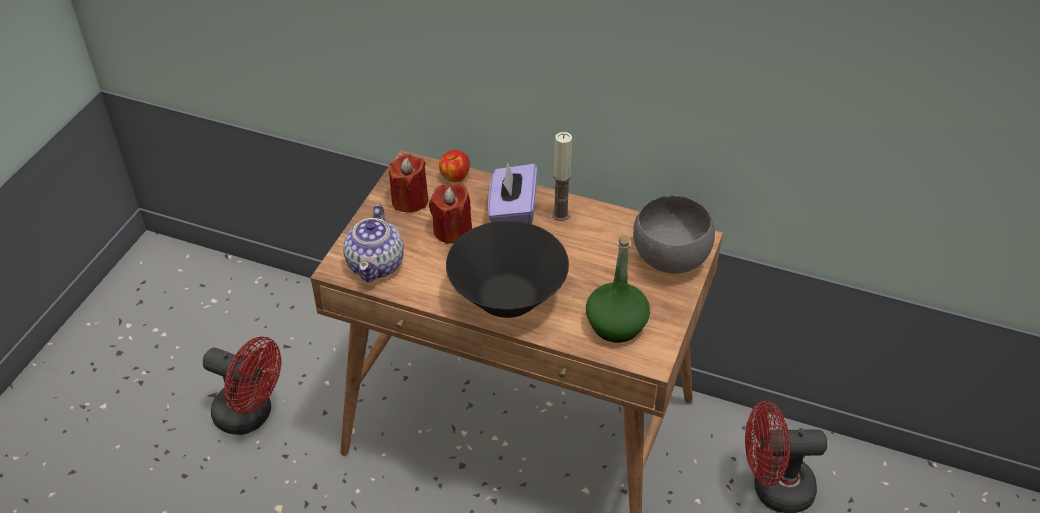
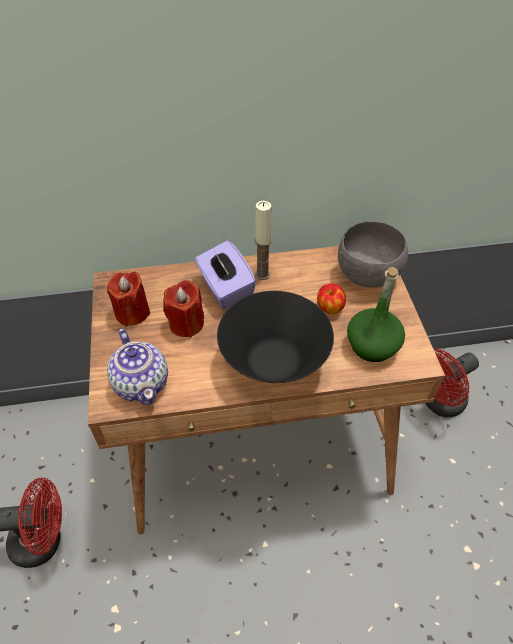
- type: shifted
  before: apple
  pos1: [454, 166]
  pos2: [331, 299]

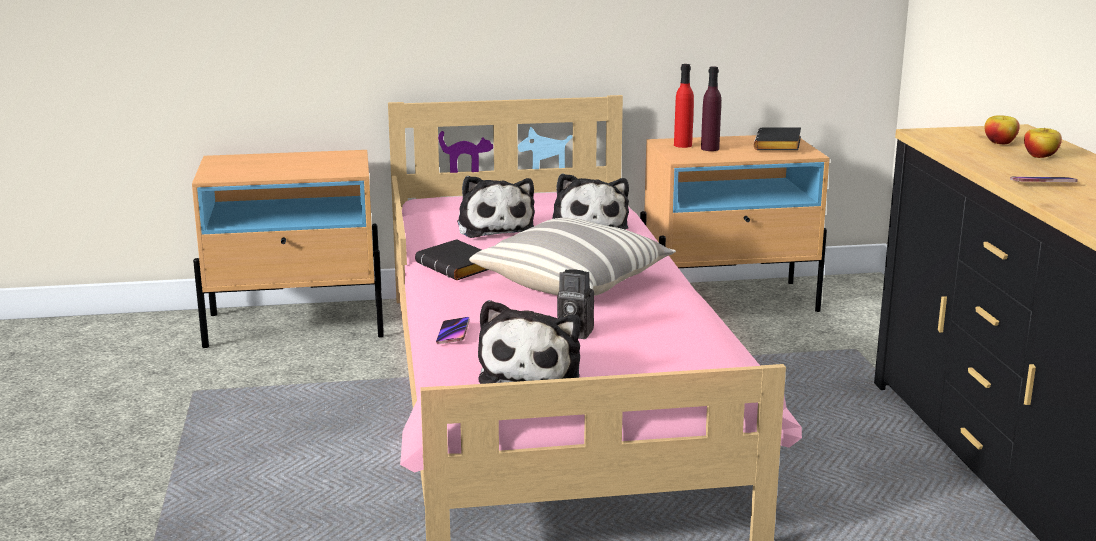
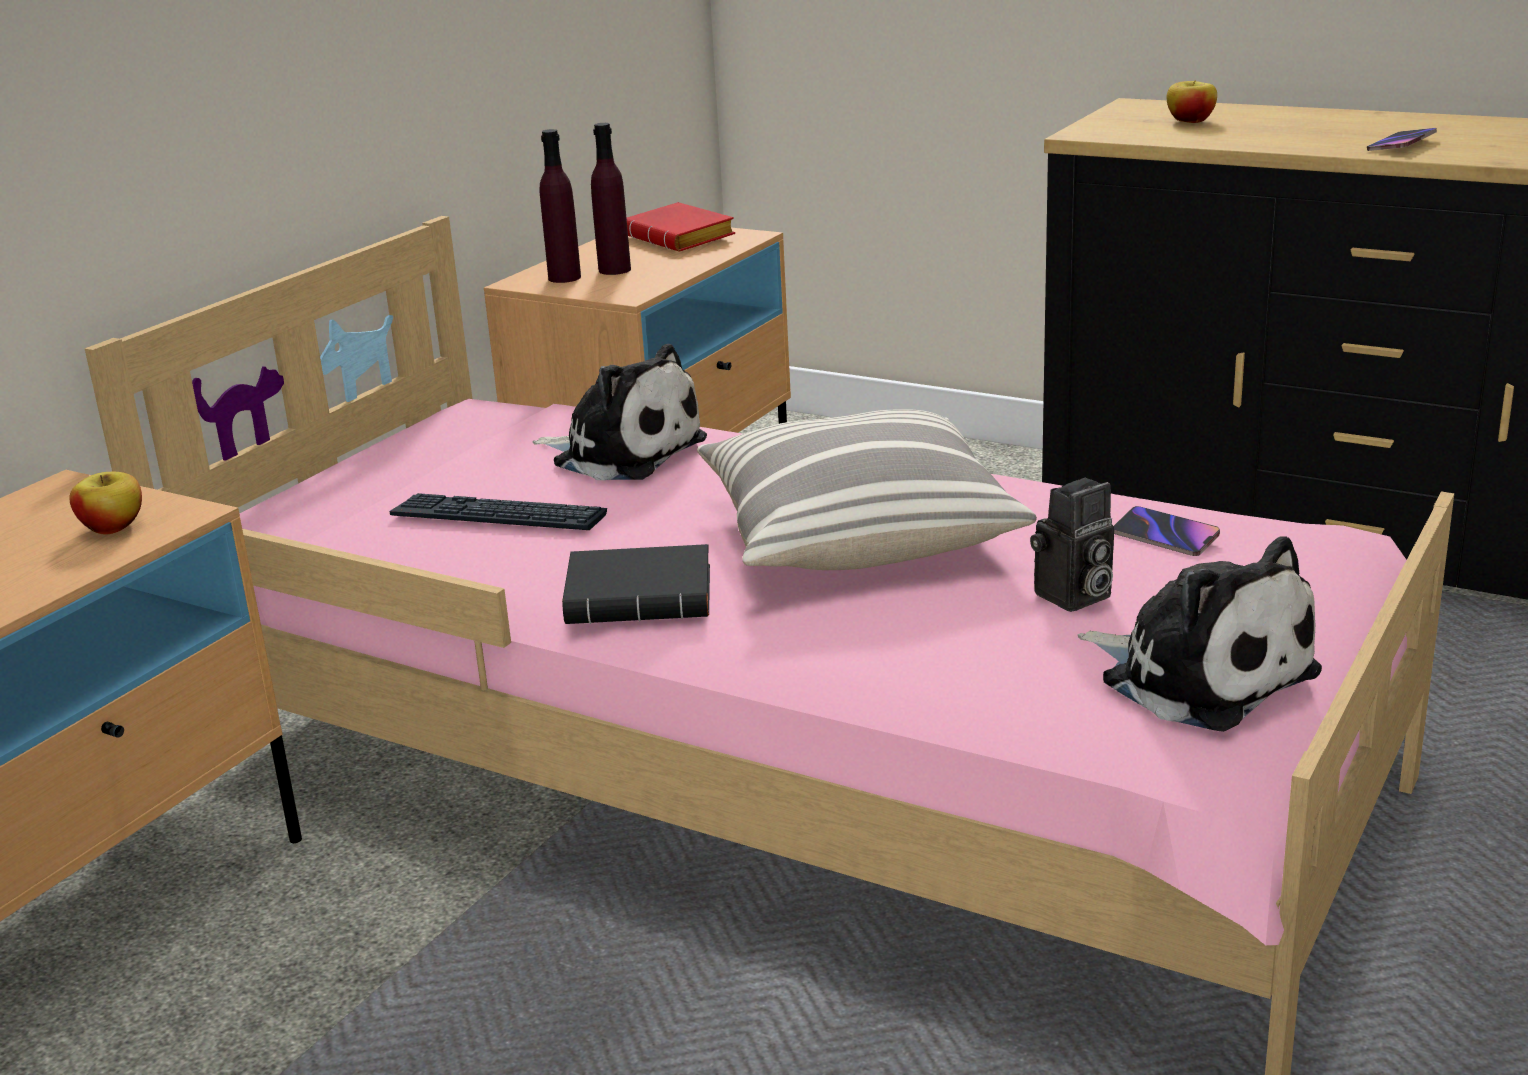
- type: repainted
  before: red bottle
  after: purple bottle
  pos1: [684, 106]
  pos2: [560, 206]
- type: repainted
  before: black book
  after: red book
  pos1: [777, 138]
  pos2: [681, 226]
- type: shifted
  before: apple
  pos1: [1043, 143]
  pos2: [105, 503]
- type: swapped
  before: plush toy
  after: keyboard
  pos1: [496, 207]
  pos2: [498, 511]
- type: shifted
  before: phone
  pos1: [453, 330]
  pos2: [1167, 531]

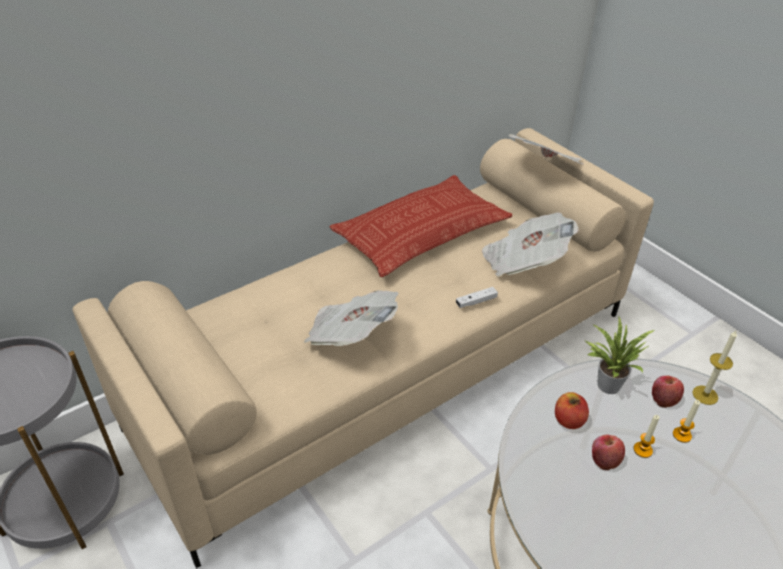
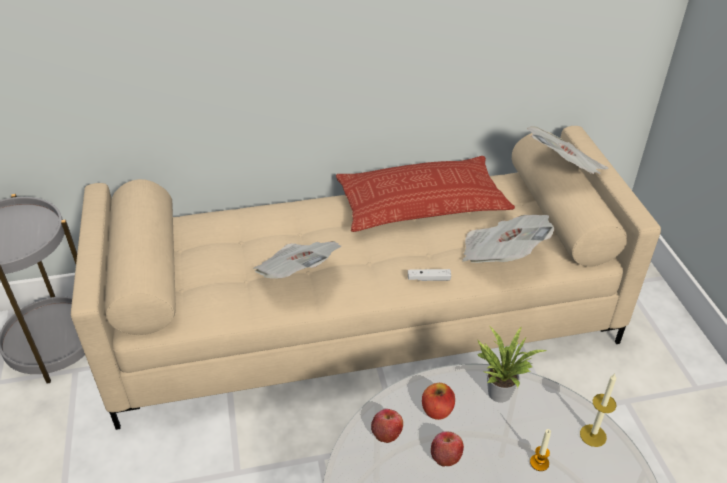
- type: shifted
  before: apple
  pos1: [668, 392]
  pos2: [387, 426]
- type: gone
  before: candle
  pos1: [647, 436]

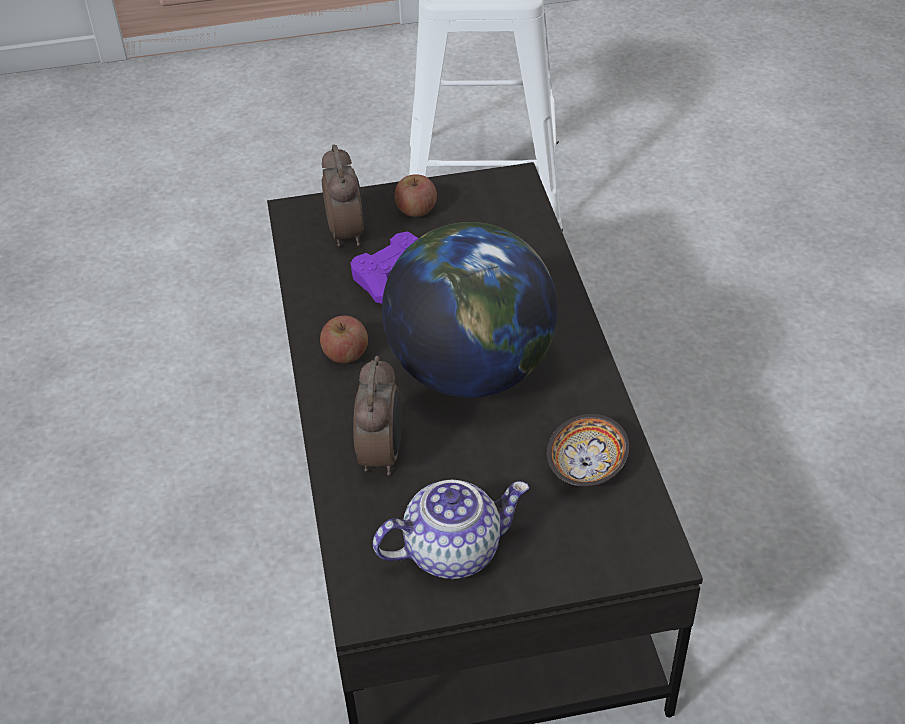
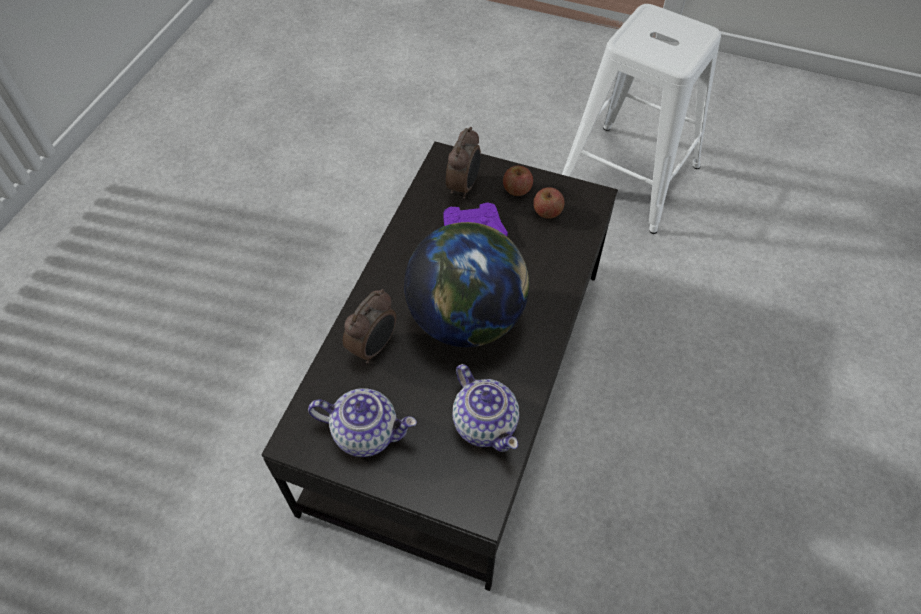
- type: shifted
  before: apple
  pos1: [344, 339]
  pos2: [549, 203]
- type: swapped
  before: bowl
  after: teapot
  pos1: [588, 450]
  pos2: [486, 408]

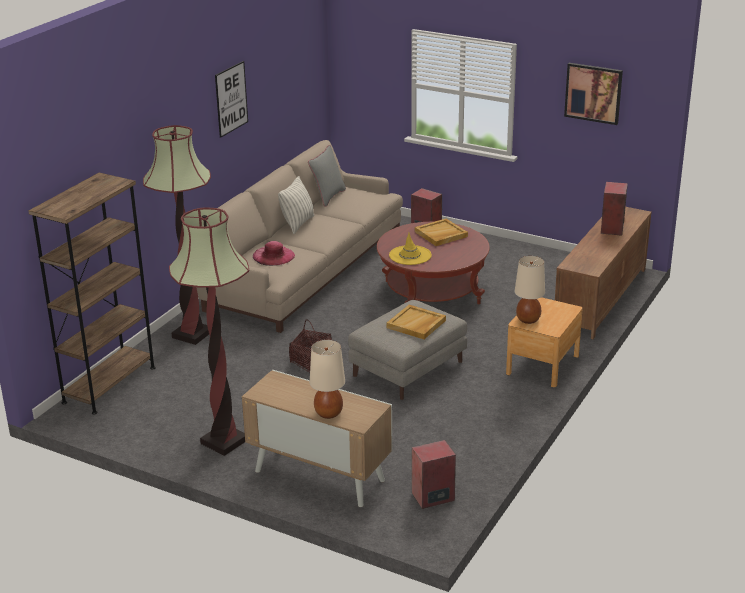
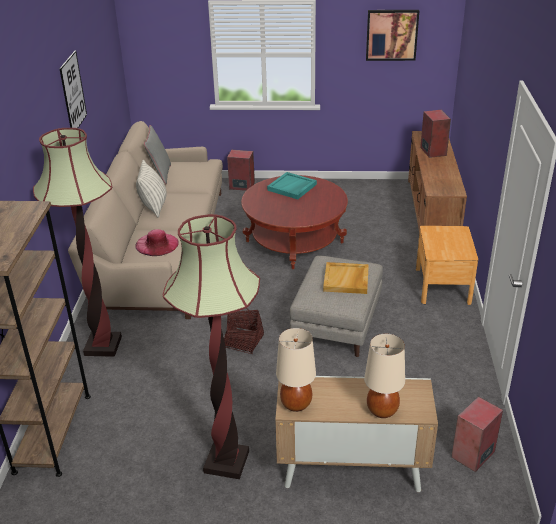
- type: repainted
  before: beige tray
  after: turquoise tray
  pos1: [441, 232]
  pos2: [292, 185]
- type: gone
  before: yellow hat
  pos1: [410, 249]
- type: shifted
  before: beige table lamp
  pos1: [530, 290]
  pos2: [296, 370]

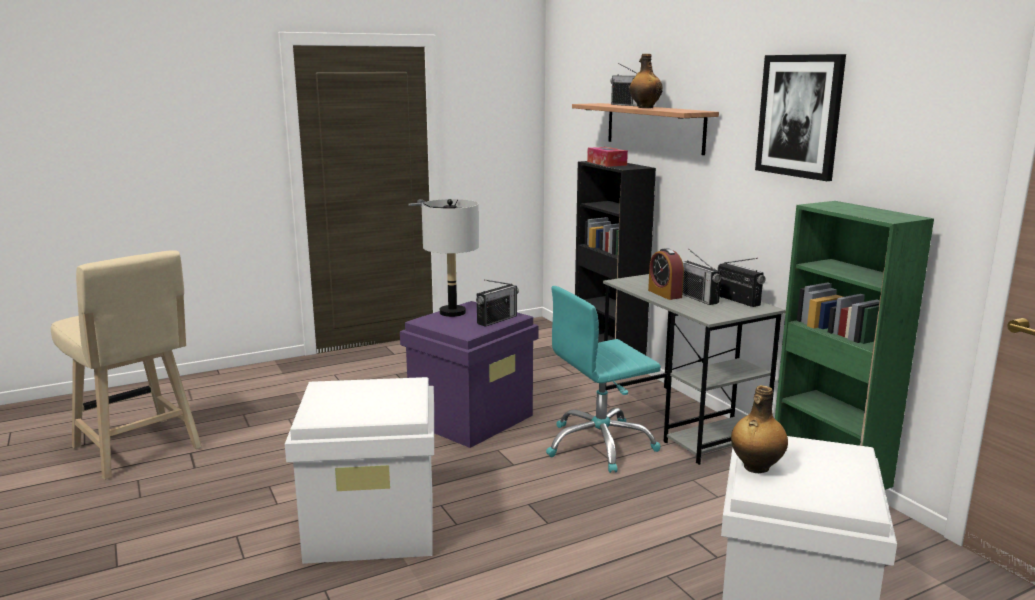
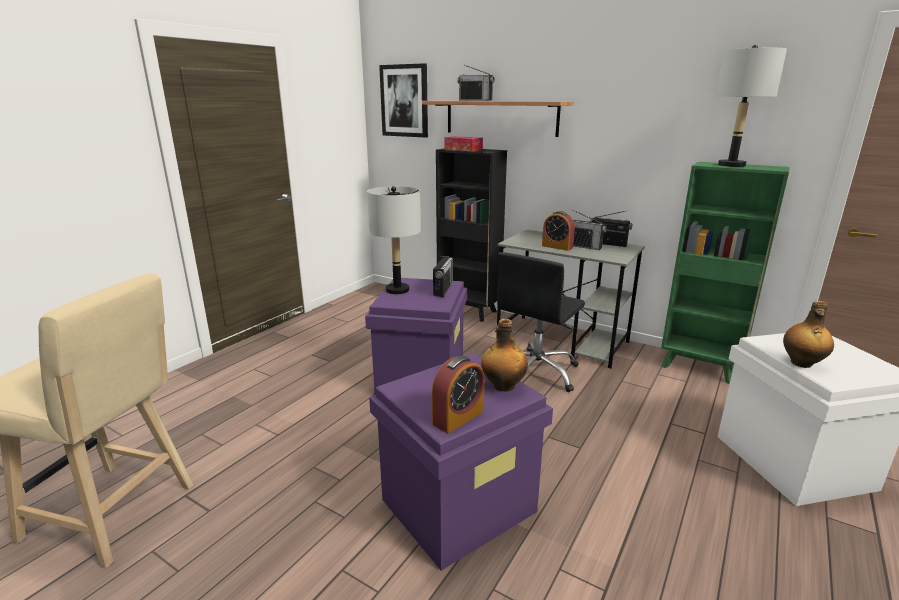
- type: shifted
  before: bottle
  pos1: [646, 81]
  pos2: [504, 355]
- type: shifted
  before: picture
  pos1: [800, 117]
  pos2: [403, 100]
- type: repainted
  before: turquoise office chair
  after: black office chair
  pos1: [603, 379]
  pos2: [541, 322]
- type: repainted
  before: white storage box
  after: purple storage box
  pos1: [359, 470]
  pos2: [461, 462]
- type: new
  after: grey table lamp
  pos2: [751, 106]
- type: new
  after: alarm clock
  pos2: [458, 394]

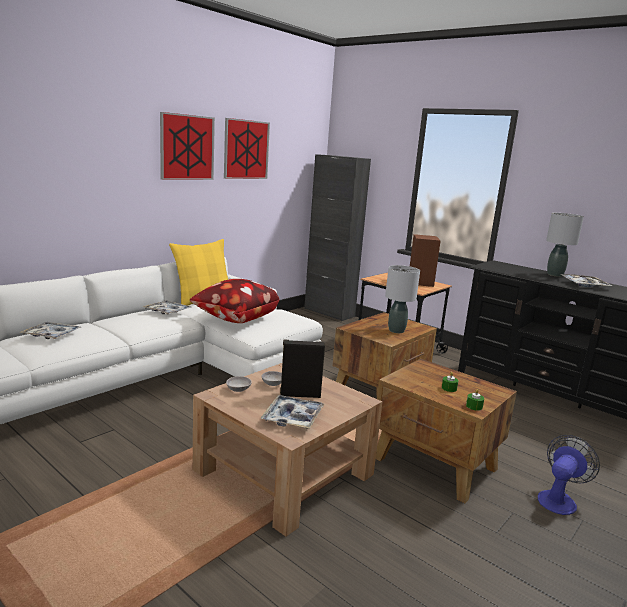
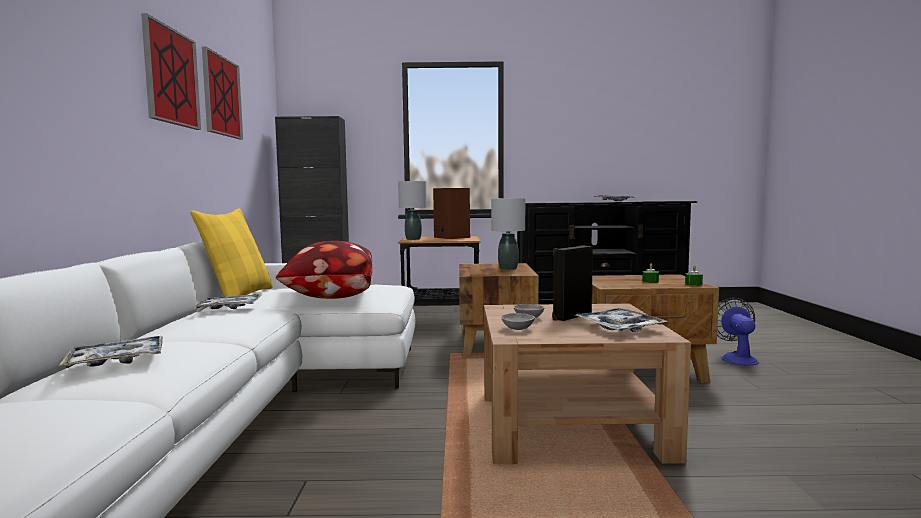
- type: shifted
  before: grey table lamp
  pos1: [565, 245]
  pos2: [412, 210]

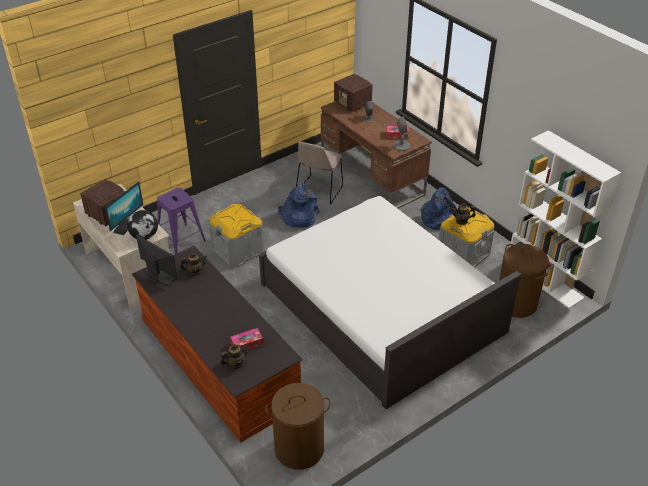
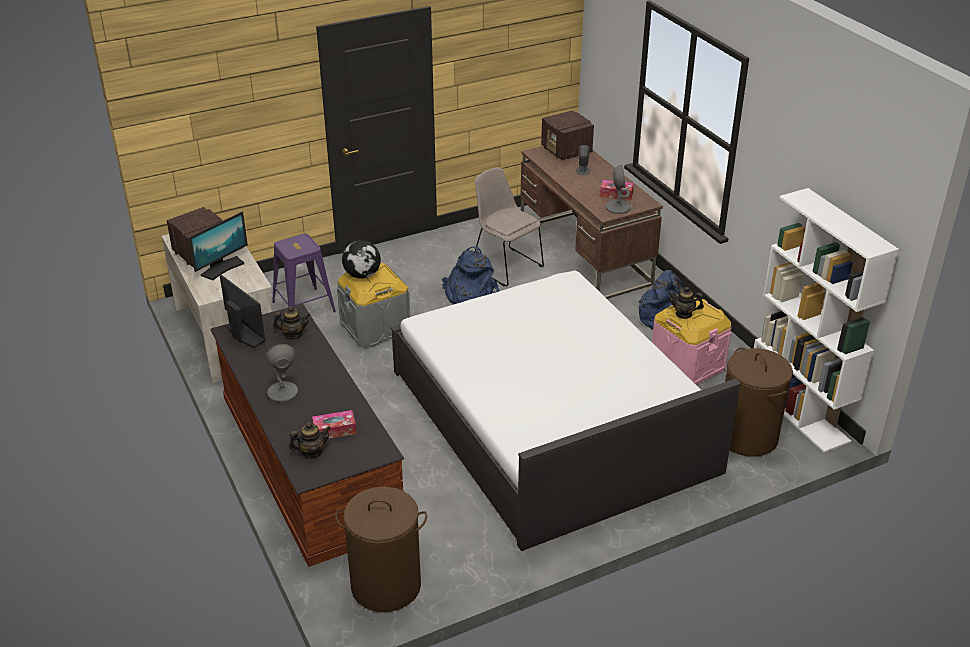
- type: rotated
  before: beige chair
  pos1: [319, 173]
  pos2: [509, 226]
  turn: 105
- type: repainted
  before: grey storage box
  after: pink storage box
  pos1: [466, 237]
  pos2: [691, 341]
- type: shifted
  before: globe
  pos1: [142, 225]
  pos2: [361, 260]
- type: new
  after: grey table lamp
  pos2: [282, 373]

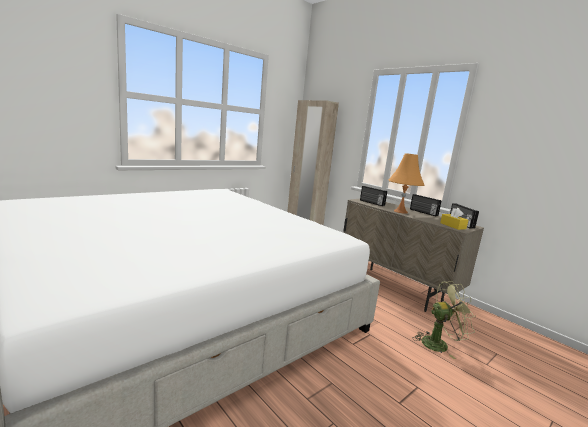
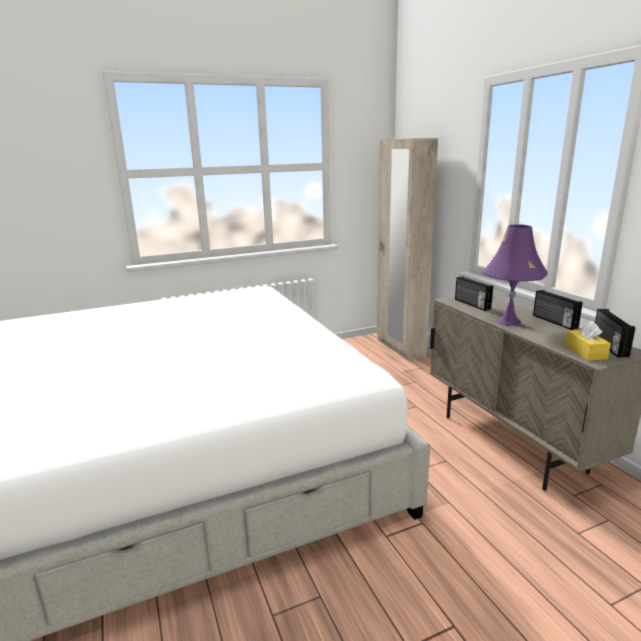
- type: repainted
  before: orange table lamp
  after: purple table lamp
  pos1: [406, 183]
  pos2: [515, 275]
- type: gone
  before: green fan
  pos1: [444, 320]

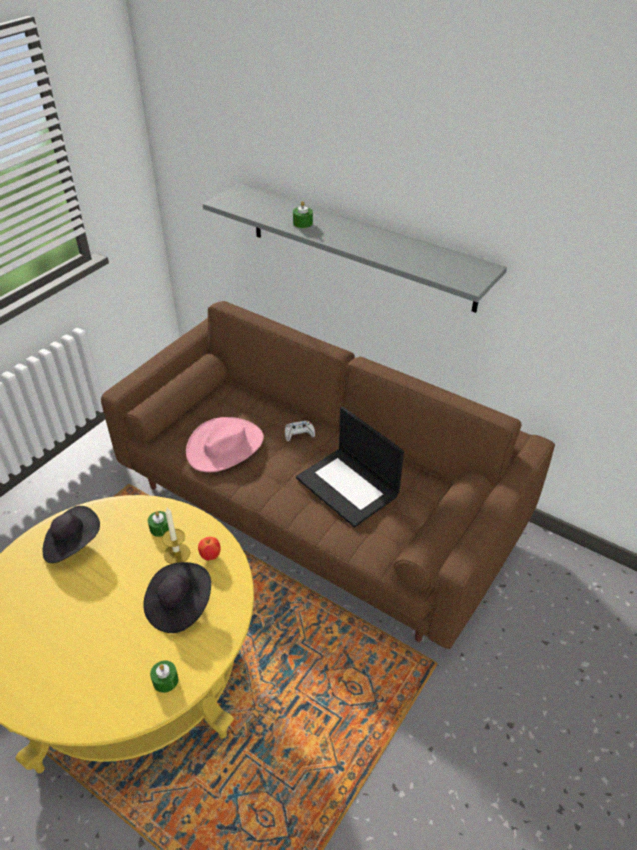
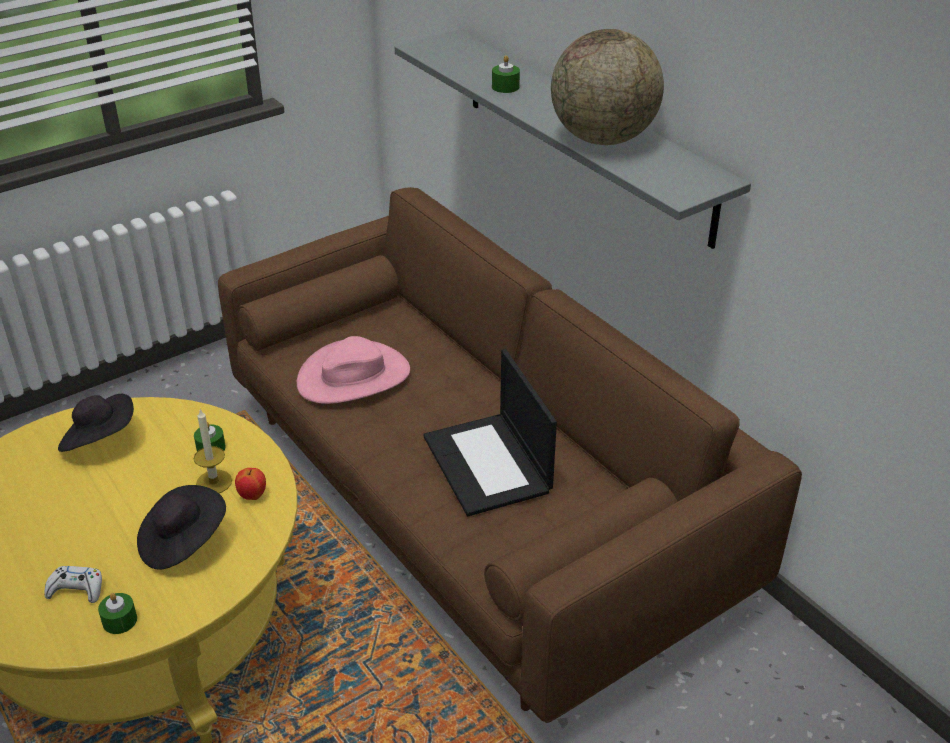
- type: shifted
  before: white game controller
  pos1: [300, 431]
  pos2: [73, 584]
- type: new
  after: globe
  pos2: [607, 87]

